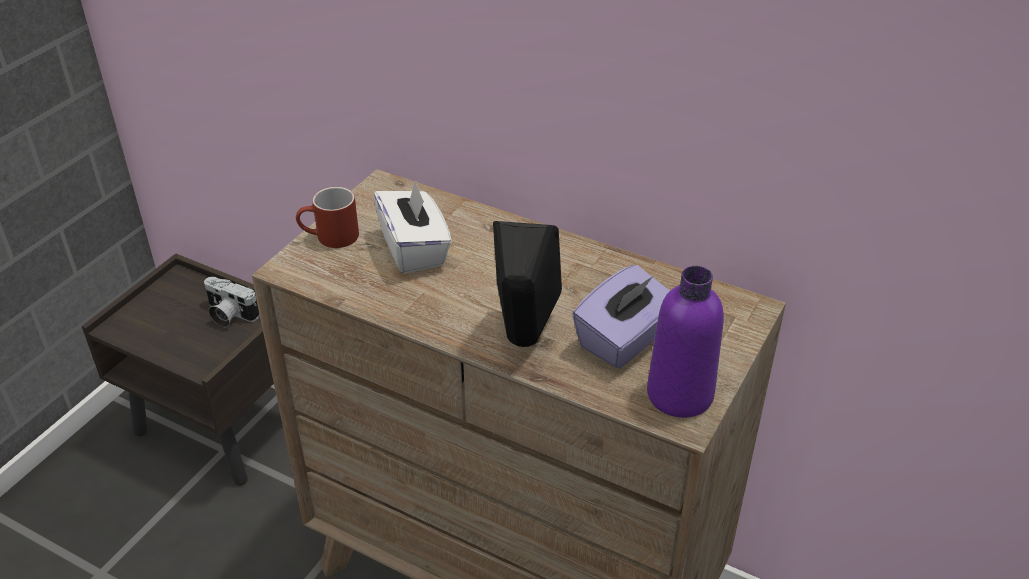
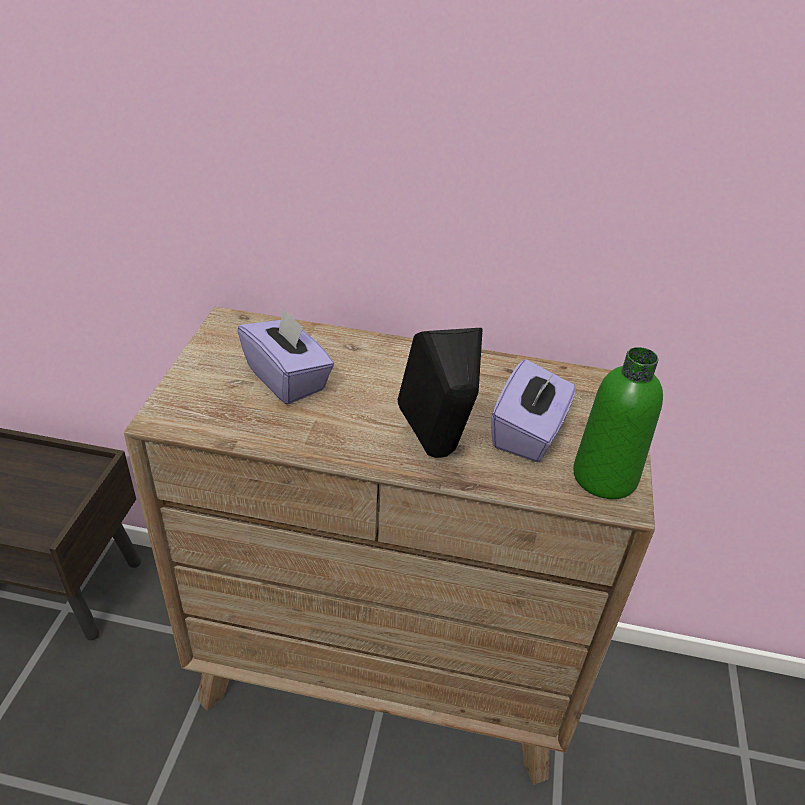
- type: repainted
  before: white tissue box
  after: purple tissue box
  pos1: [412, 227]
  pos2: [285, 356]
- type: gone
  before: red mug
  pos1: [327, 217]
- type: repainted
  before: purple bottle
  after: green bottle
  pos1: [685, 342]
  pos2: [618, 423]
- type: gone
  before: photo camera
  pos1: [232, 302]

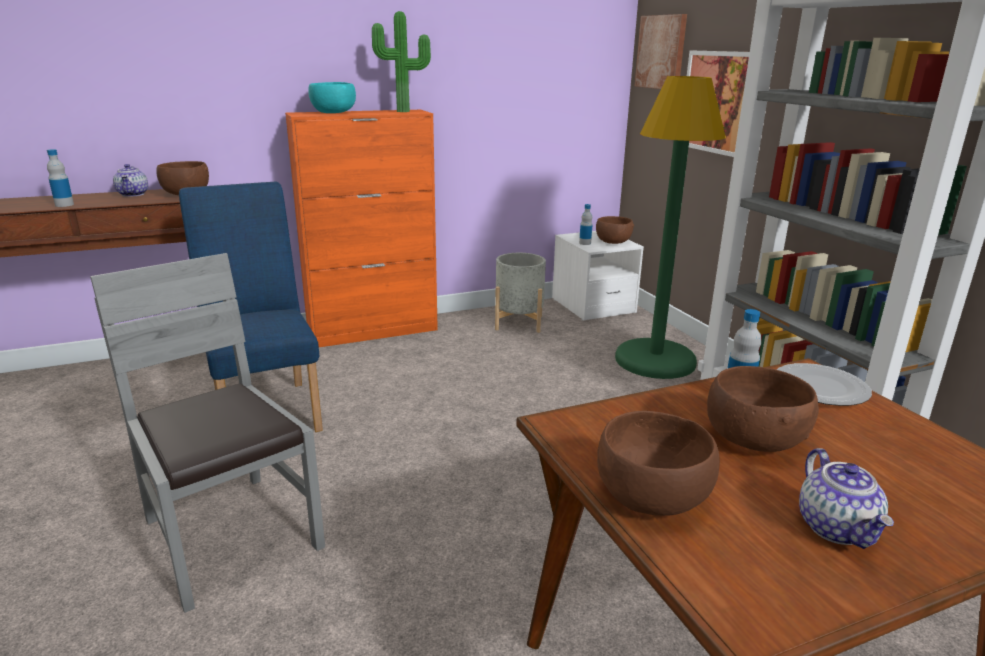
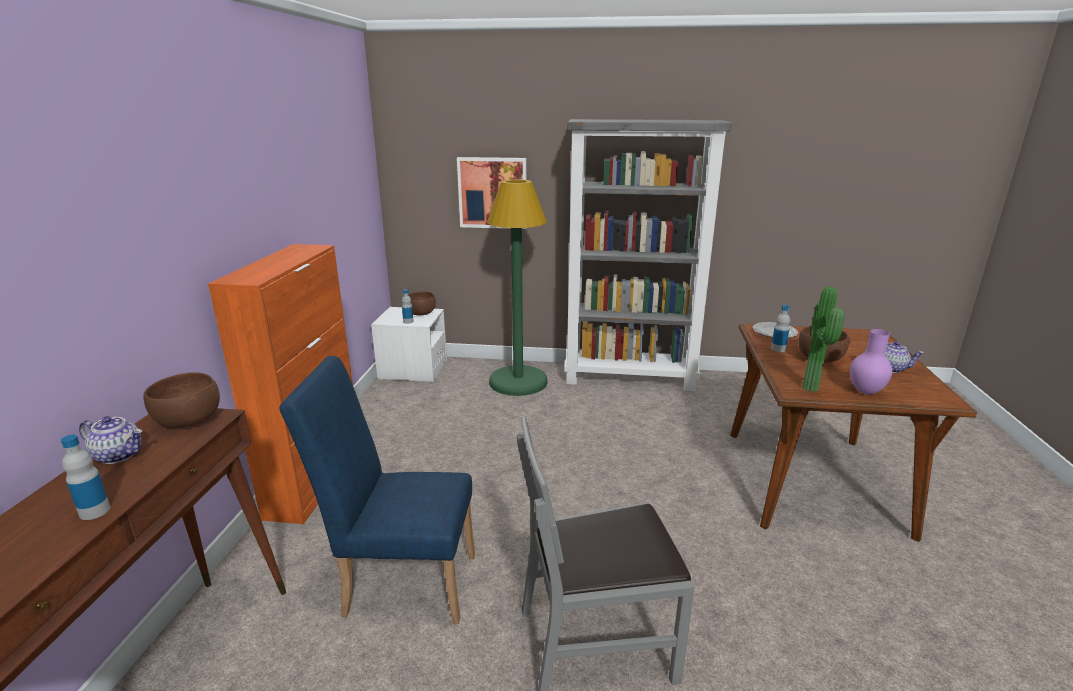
- type: shifted
  before: potted plant
  pos1: [401, 61]
  pos2: [823, 339]
- type: gone
  before: picture
  pos1: [661, 51]
- type: gone
  before: turquoise bowl
  pos1: [332, 97]
- type: gone
  before: grey planter
  pos1: [520, 293]
- type: swapped
  before: brown bowl
  after: purple vase
  pos1: [658, 463]
  pos2: [871, 361]

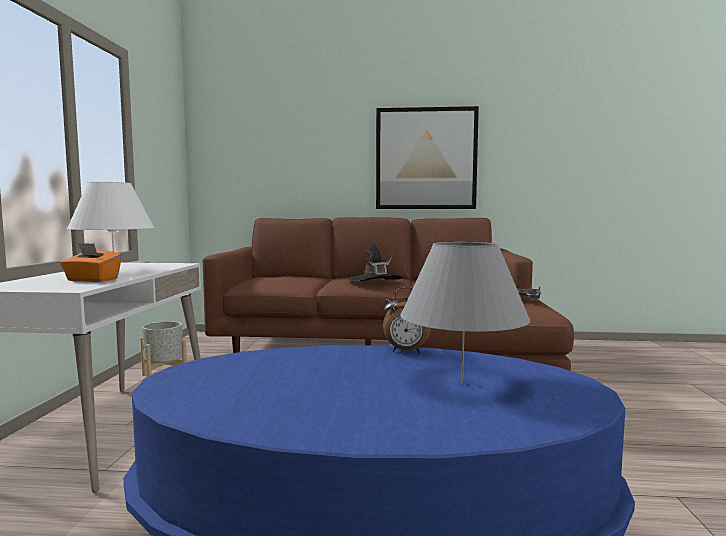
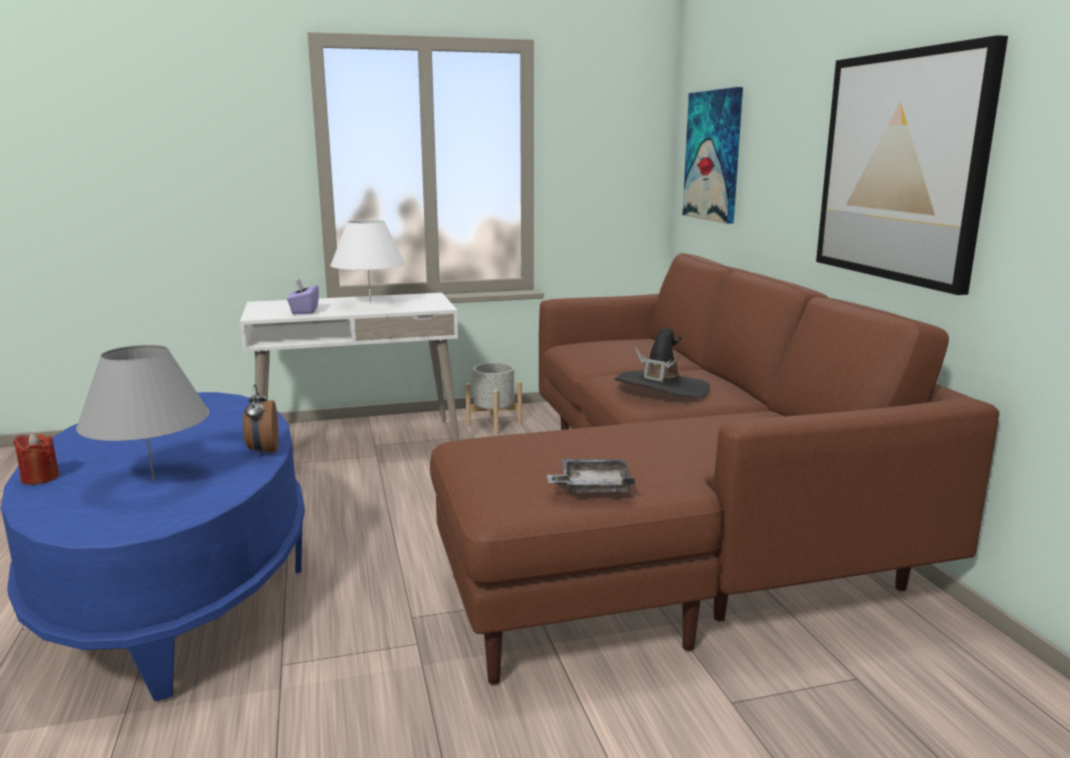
- type: repainted
  before: orange tissue box
  after: purple tissue box
  pos1: [91, 262]
  pos2: [303, 296]
- type: new
  after: picture
  pos2: [713, 155]
- type: new
  after: red candle
  pos2: [36, 459]

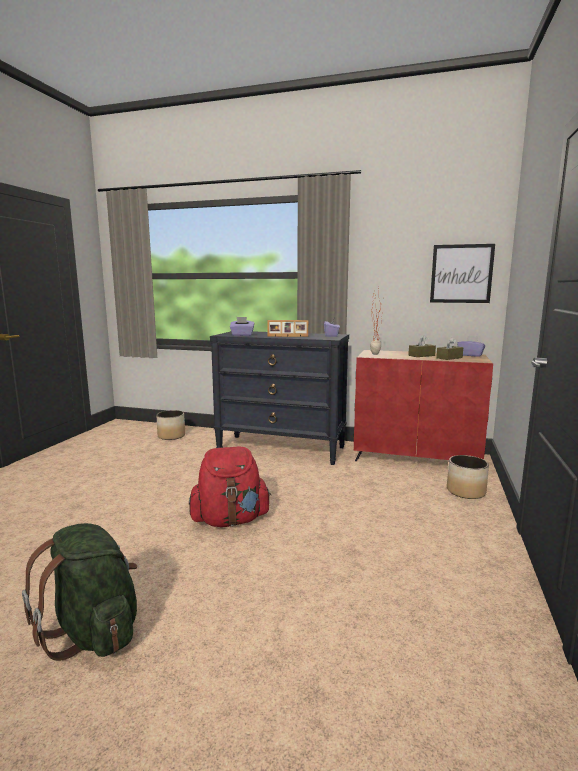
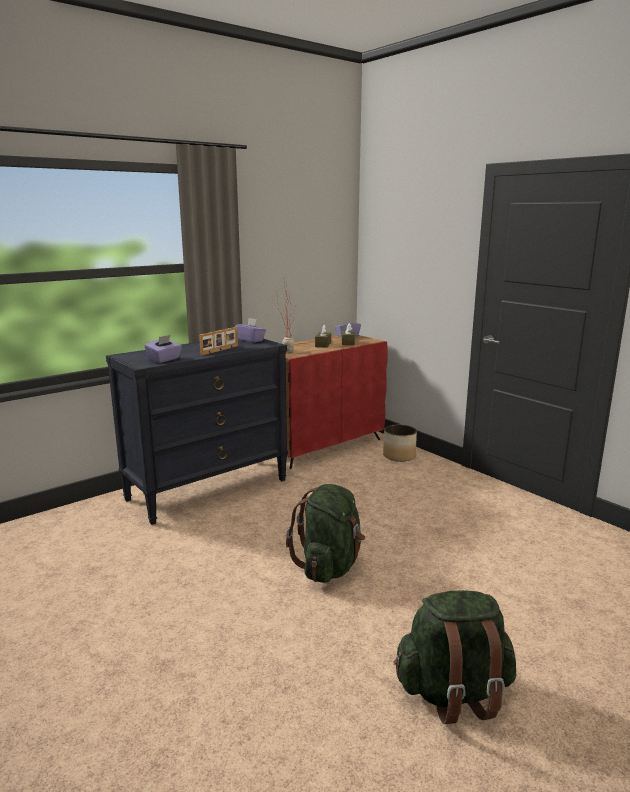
- type: gone
  before: picture
  pos1: [462, 273]
- type: gone
  before: planter
  pos1: [170, 425]
- type: repainted
  before: red backpack
  after: green backpack
  pos1: [230, 487]
  pos2: [325, 533]

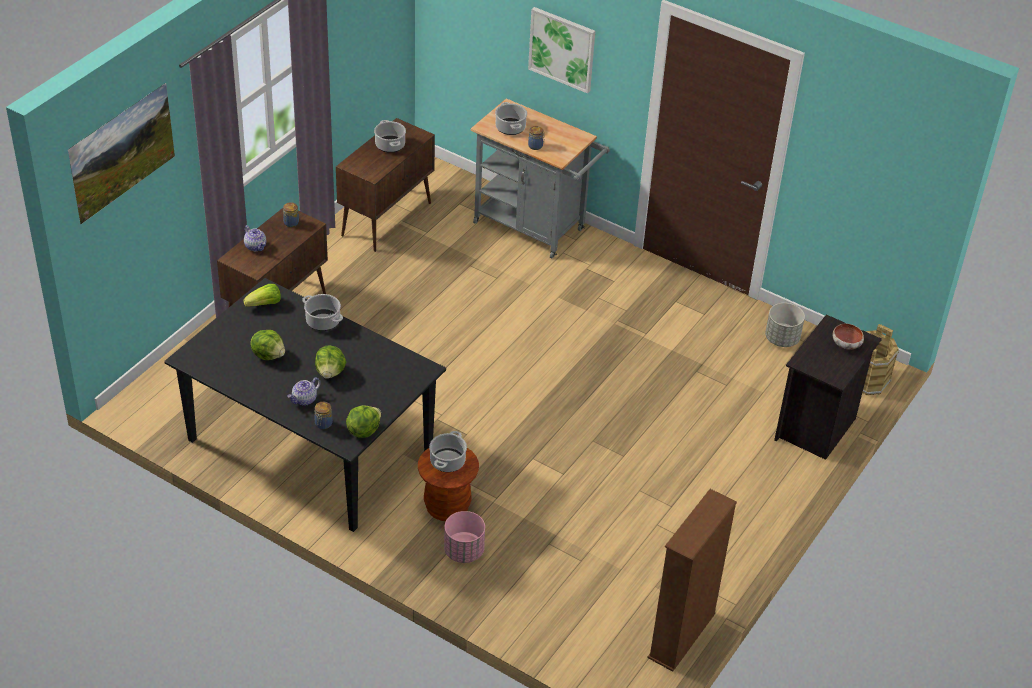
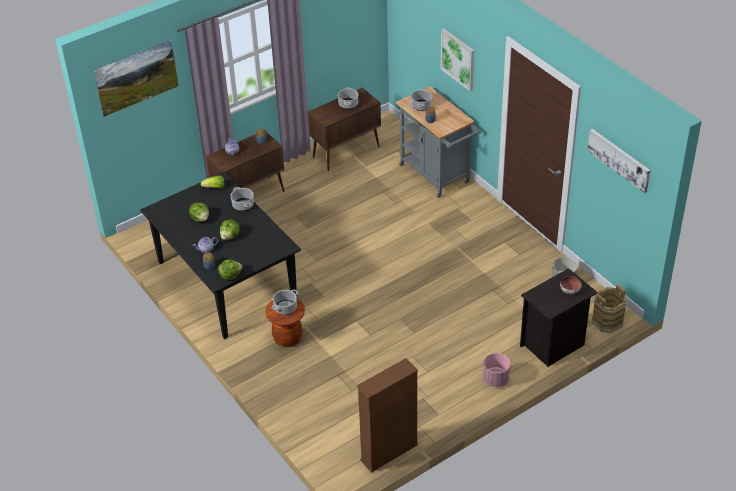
- type: shifted
  before: pink planter
  pos1: [464, 537]
  pos2: [496, 370]
- type: new
  after: picture
  pos2: [618, 161]

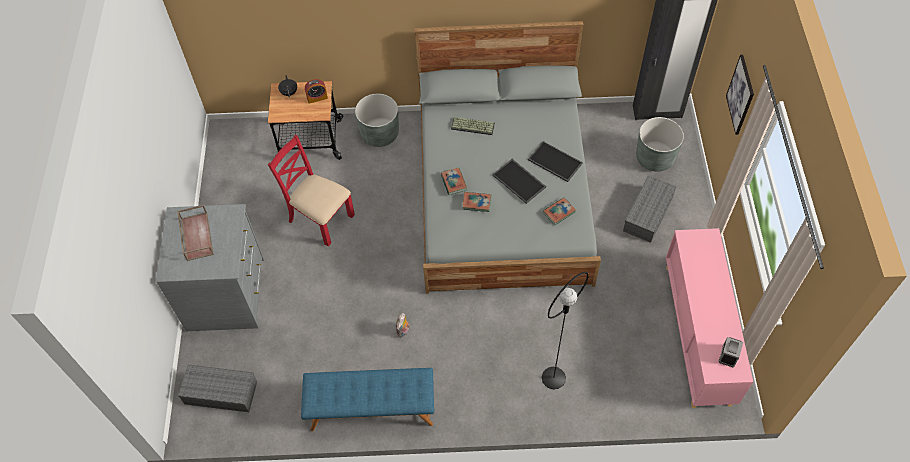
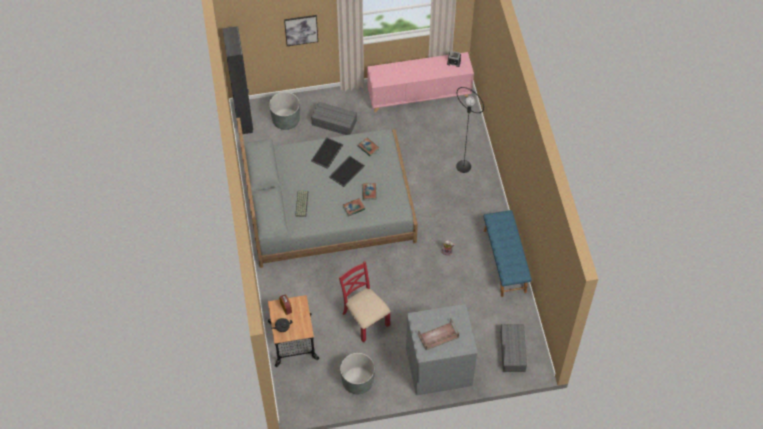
- type: shifted
  before: grey planter
  pos1: [377, 120]
  pos2: [357, 373]
- type: rotated
  before: red chair
  pos1: [311, 190]
  pos2: [365, 301]
  turn: 120

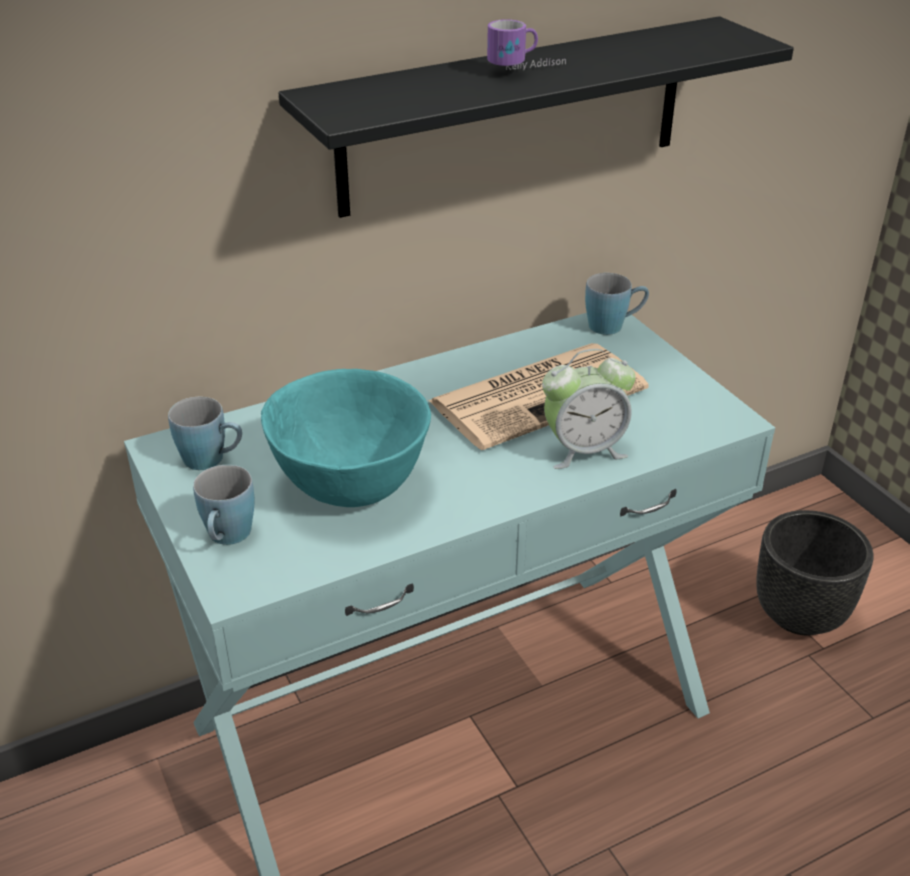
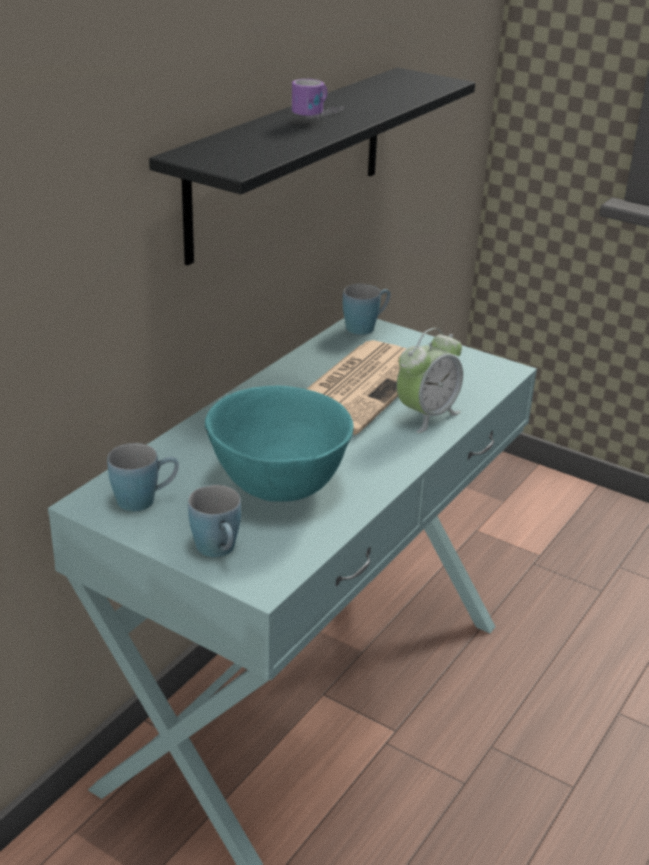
- type: gone
  before: black planter
  pos1: [814, 572]

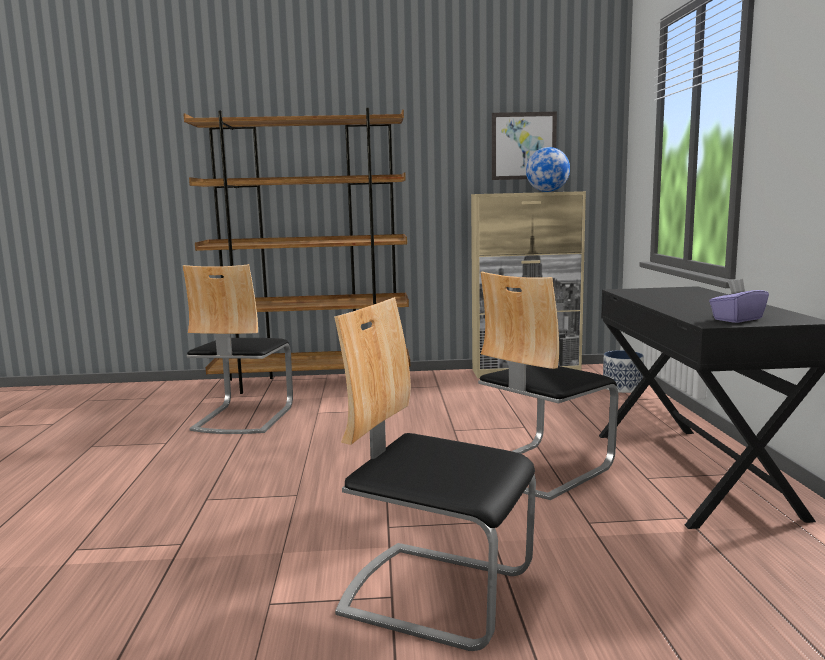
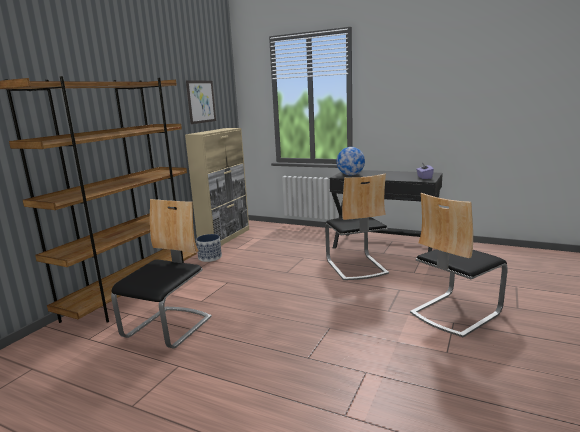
- type: shifted
  before: globe
  pos1: [548, 169]
  pos2: [351, 161]
- type: rotated
  before: chair
  pos1: [238, 349]
  pos2: [161, 273]
  turn: -105
- type: shifted
  before: planter
  pos1: [623, 371]
  pos2: [209, 248]

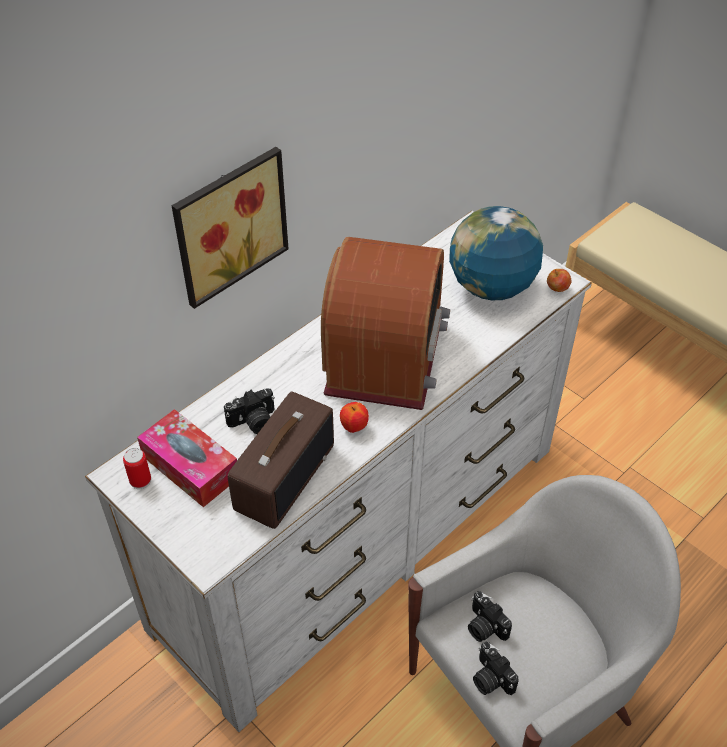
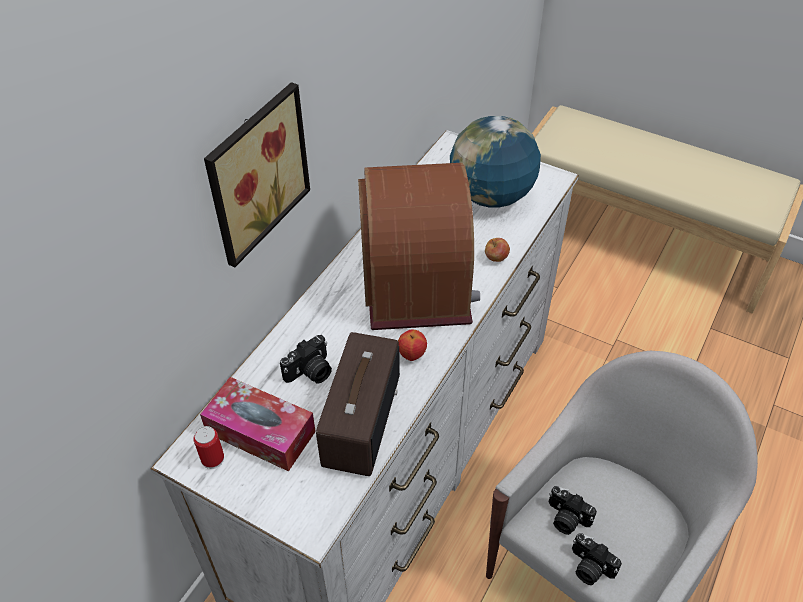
- type: shifted
  before: apple
  pos1: [559, 280]
  pos2: [497, 250]

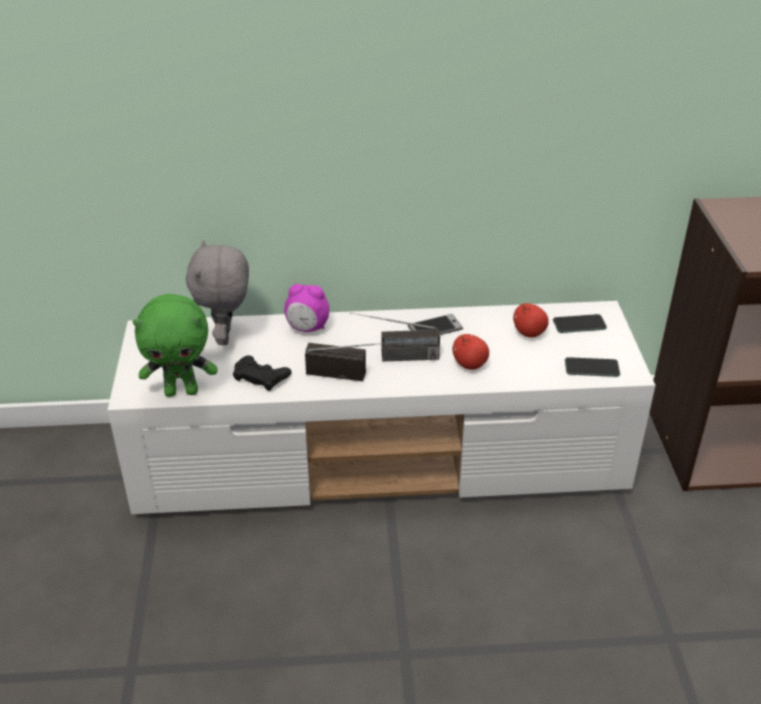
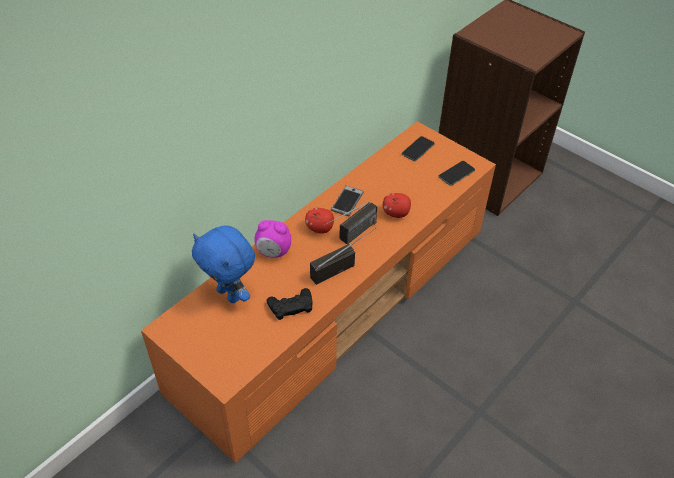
- type: repainted
  before: grey plush toy
  after: blue plush toy
  pos1: [217, 292]
  pos2: [223, 264]
- type: rotated
  before: alarm clock
  pos1: [306, 308]
  pos2: [272, 239]
  turn: 45
- type: gone
  before: green plush toy
  pos1: [175, 345]
- type: repainted
  before: white tv stand
  after: orange tv stand
  pos1: [381, 407]
  pos2: [318, 292]
- type: shifted
  before: apple
  pos1: [531, 320]
  pos2: [319, 221]

